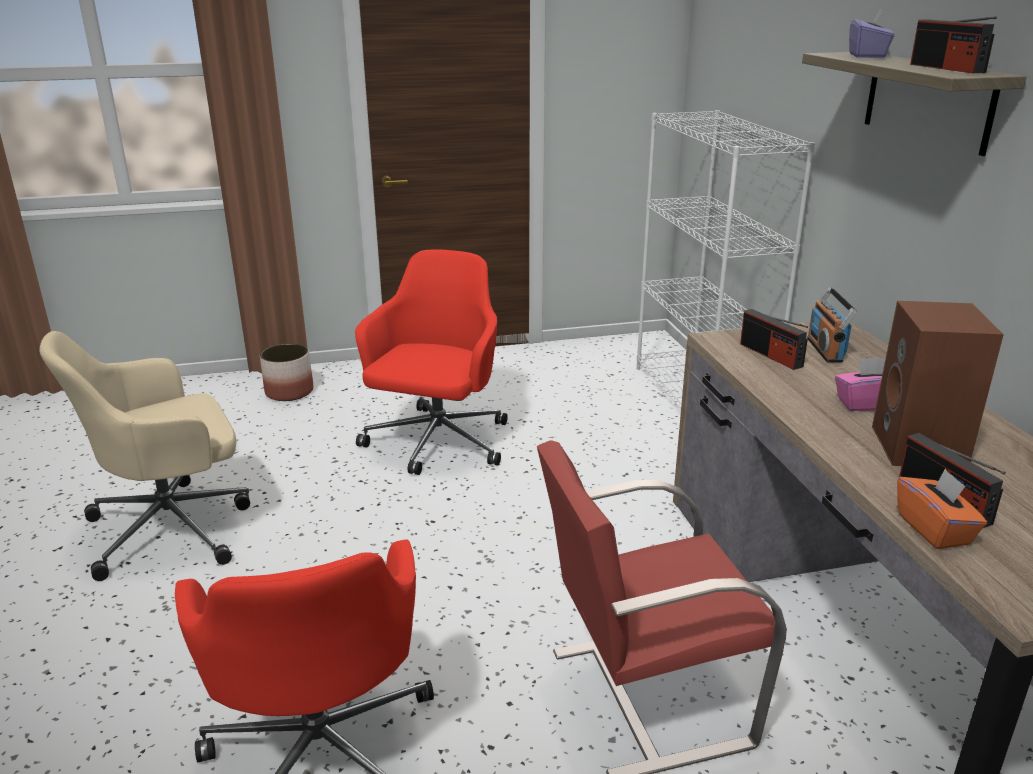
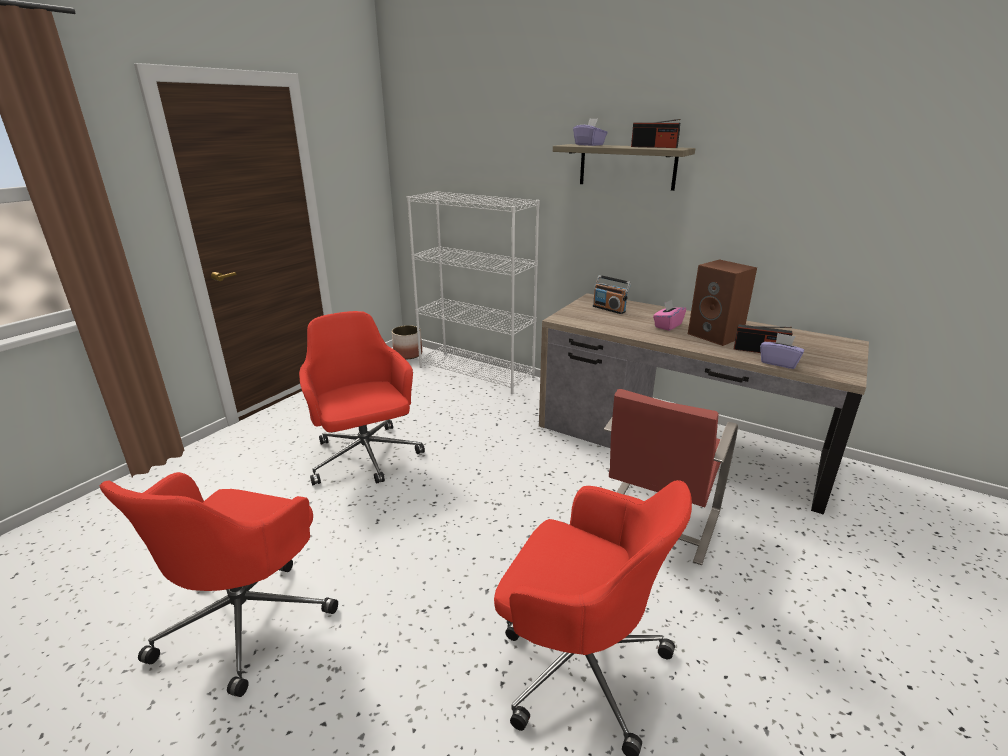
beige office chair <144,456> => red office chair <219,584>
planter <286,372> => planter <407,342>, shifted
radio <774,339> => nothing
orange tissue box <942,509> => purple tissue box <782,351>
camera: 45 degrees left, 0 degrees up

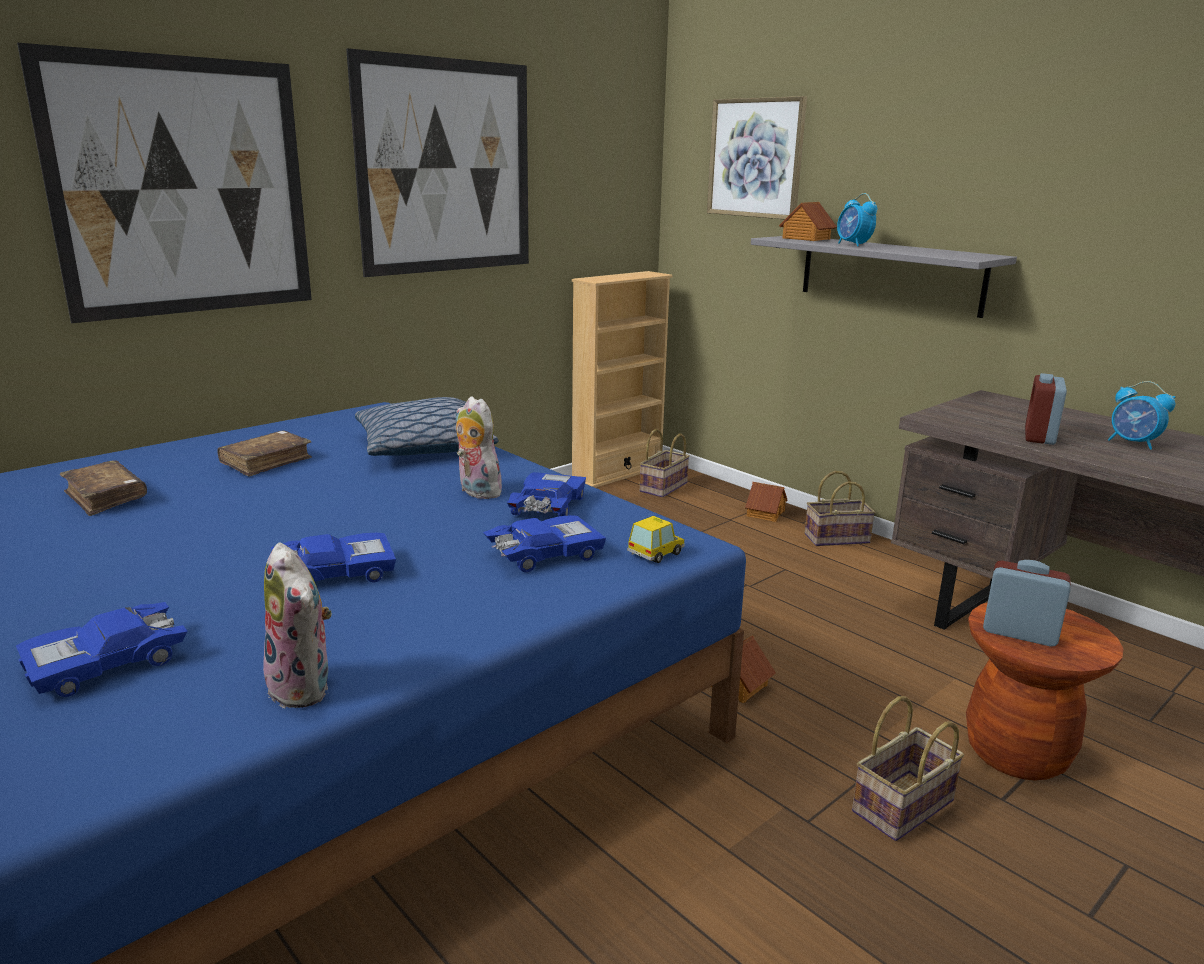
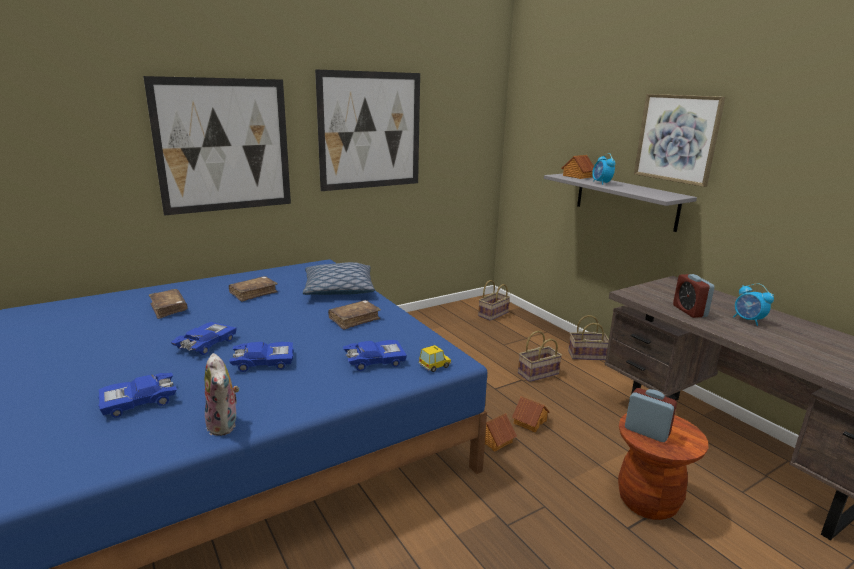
plush toy <480,447> => brown book <354,315>
blue toy car <546,494> => blue toy car <203,338>, shifted
beige bookcase <622,379> => nothing
picture <757,157> => picture <679,140>, shifted
toy house <766,502> => toy house <530,414>, shifted
basket <908,768> => basket <540,356>, shifted
alarm clock <1046,409> => alarm clock <694,296>, 45 degrees counterclockwise
camera: 10 degrees right, 0 degrees up

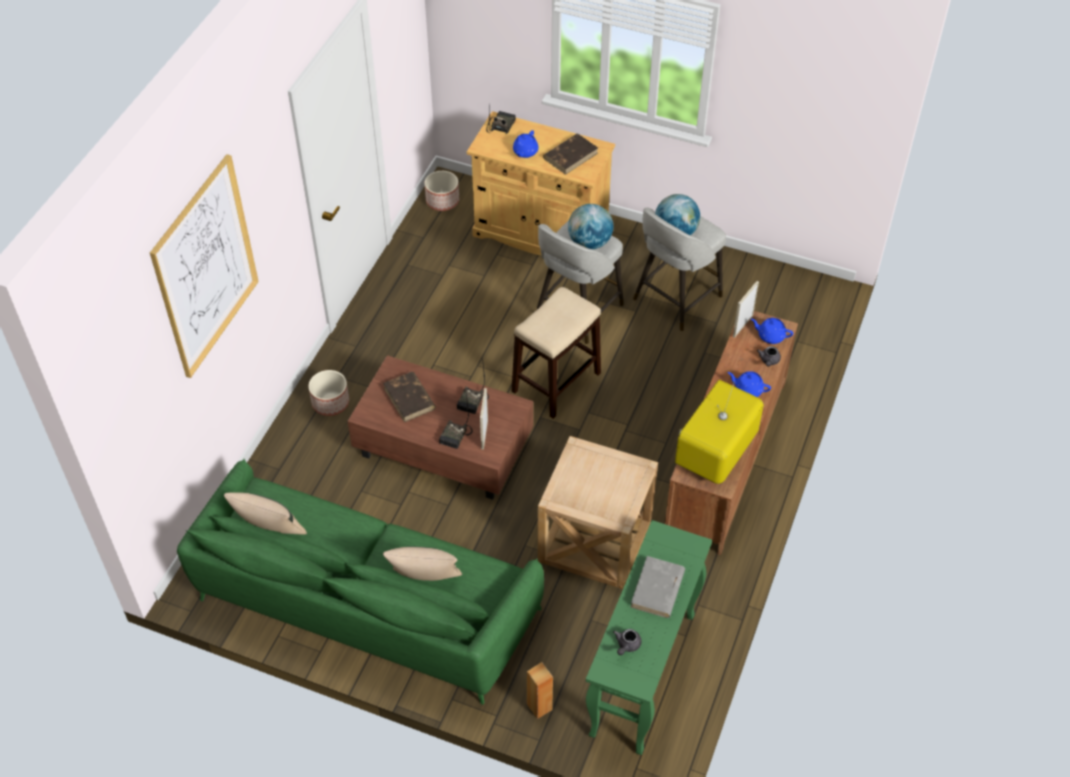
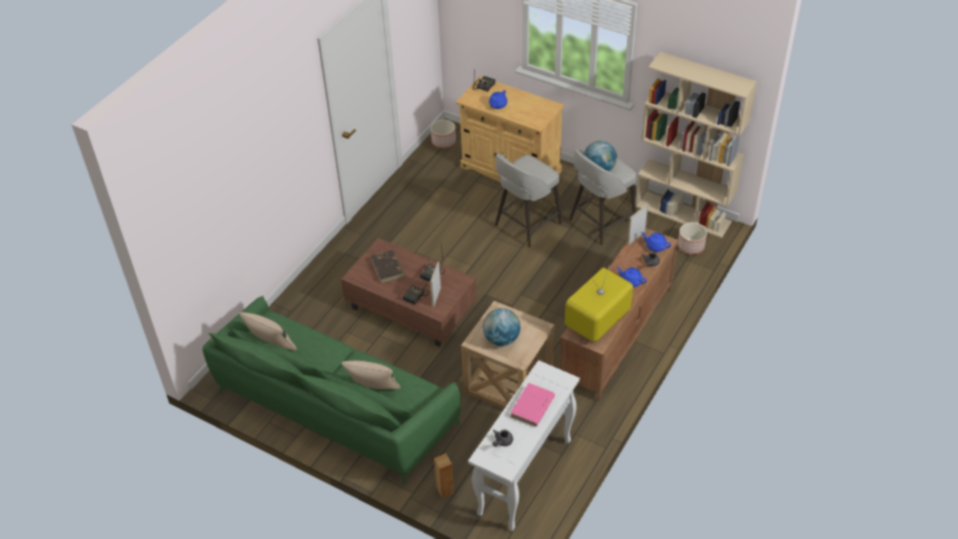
picture <204,266> => nothing
planter <328,393> => planter <692,238>, shifted
stool <556,353> => nothing
brown book <570,154> => nothing
globe <591,226> => globe <501,327>, shifted
green console table <649,637> => white console table <524,446>
grey book <657,587> => pink book <532,405>
nothing => beige bookcase <696,145>
camera: 10 degrees right, 5 degrees down

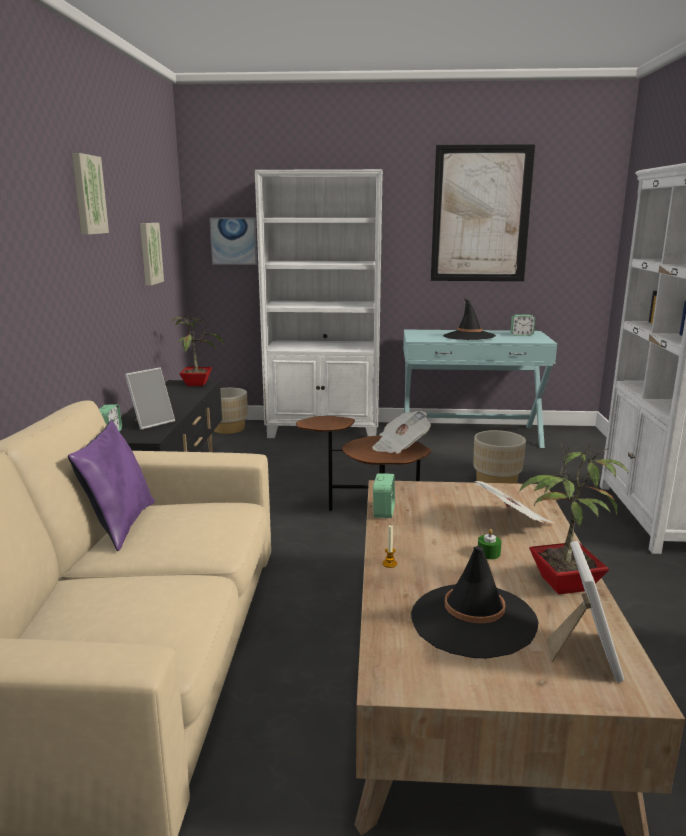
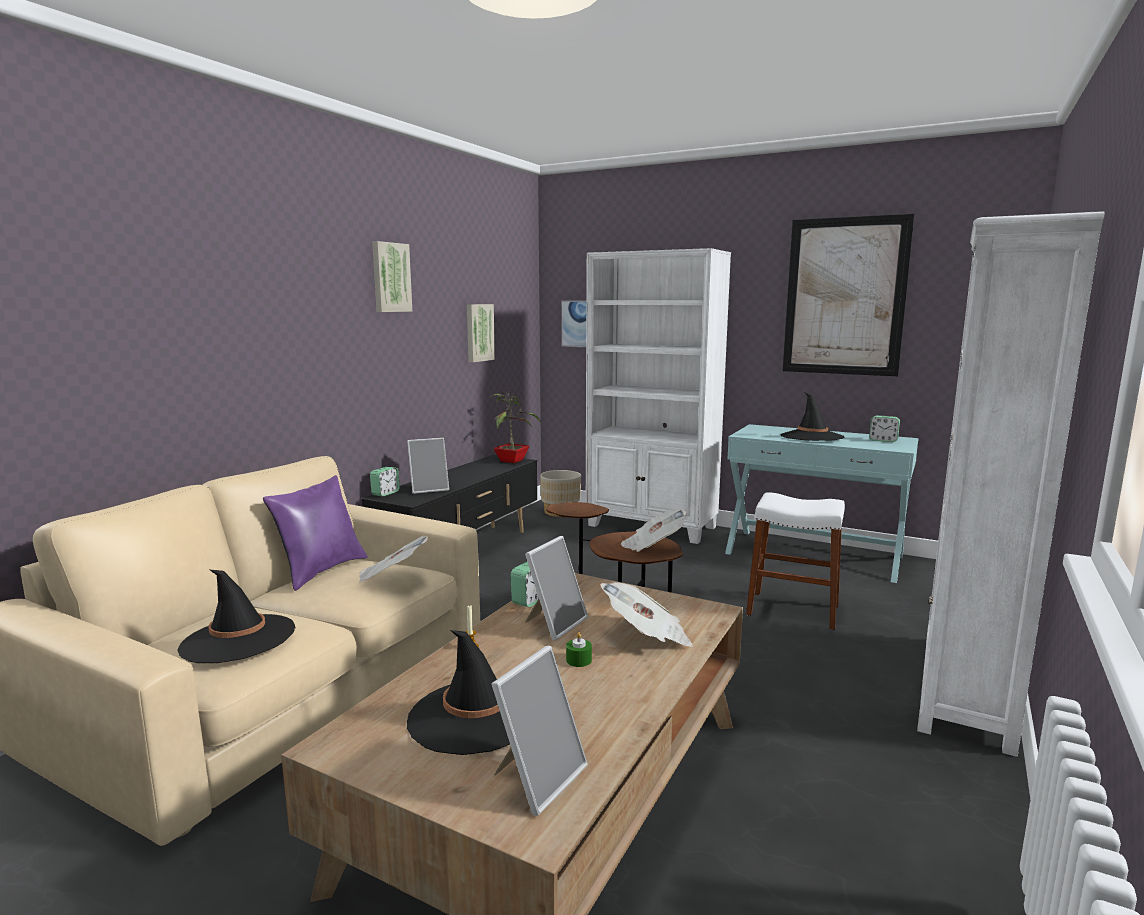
beige planter <500,457> => white stool <795,561>
potted plant <573,517> => nothing
nothing => black hat <236,616>
nothing => newspaper <393,559>
nothing => picture frame <556,588>
camera: 25 degrees right, 5 degrees down

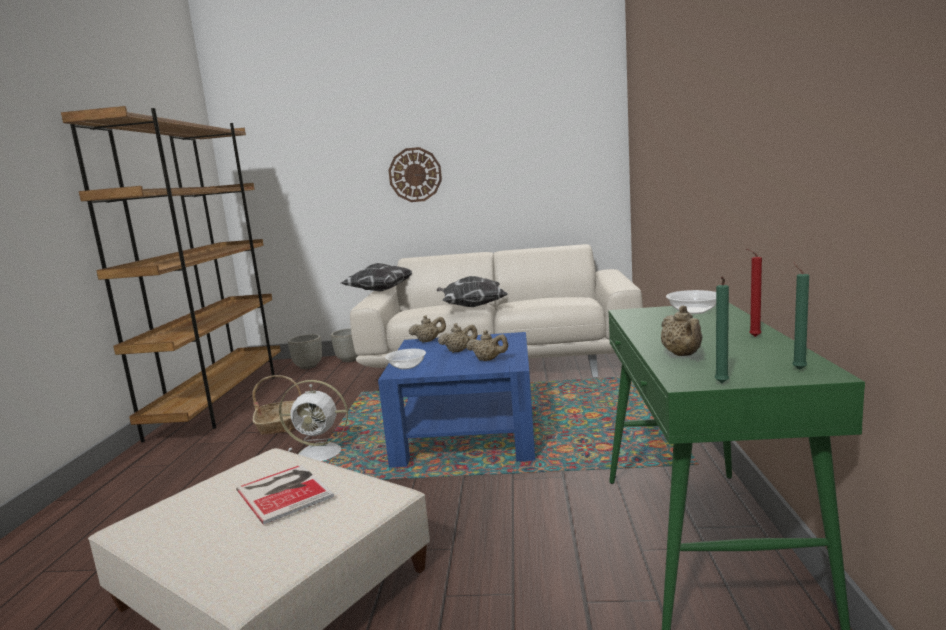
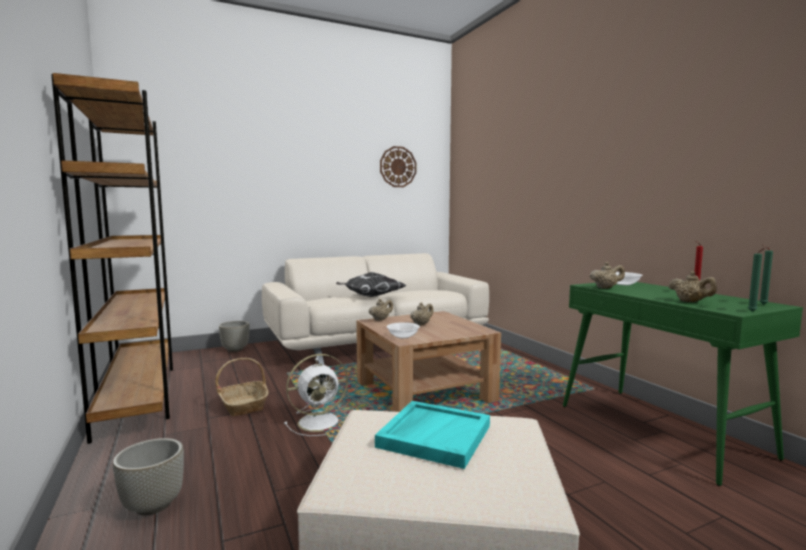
book <285,494> => turquoise tray <432,435>
grey planter <305,351> => grey planter <148,477>, shifted
pillow <376,277> => nothing
blue coffee table <456,400> => brown coffee table <428,361>
wall clock <415,174> => wall clock <398,166>, shifted
beige teapot <487,345> => beige teapot <607,275>, shifted
camera: 30 degrees left, 5 degrees down

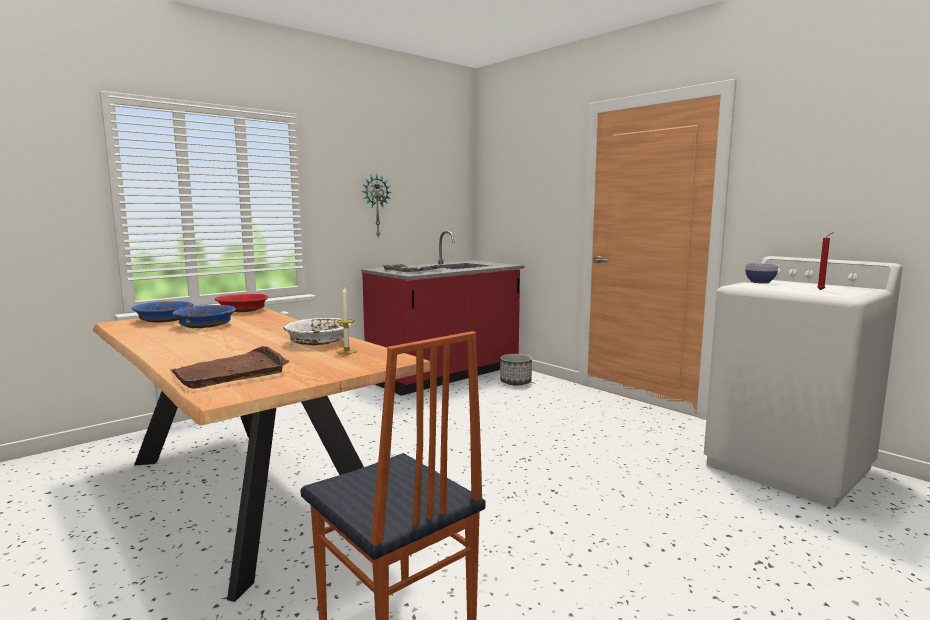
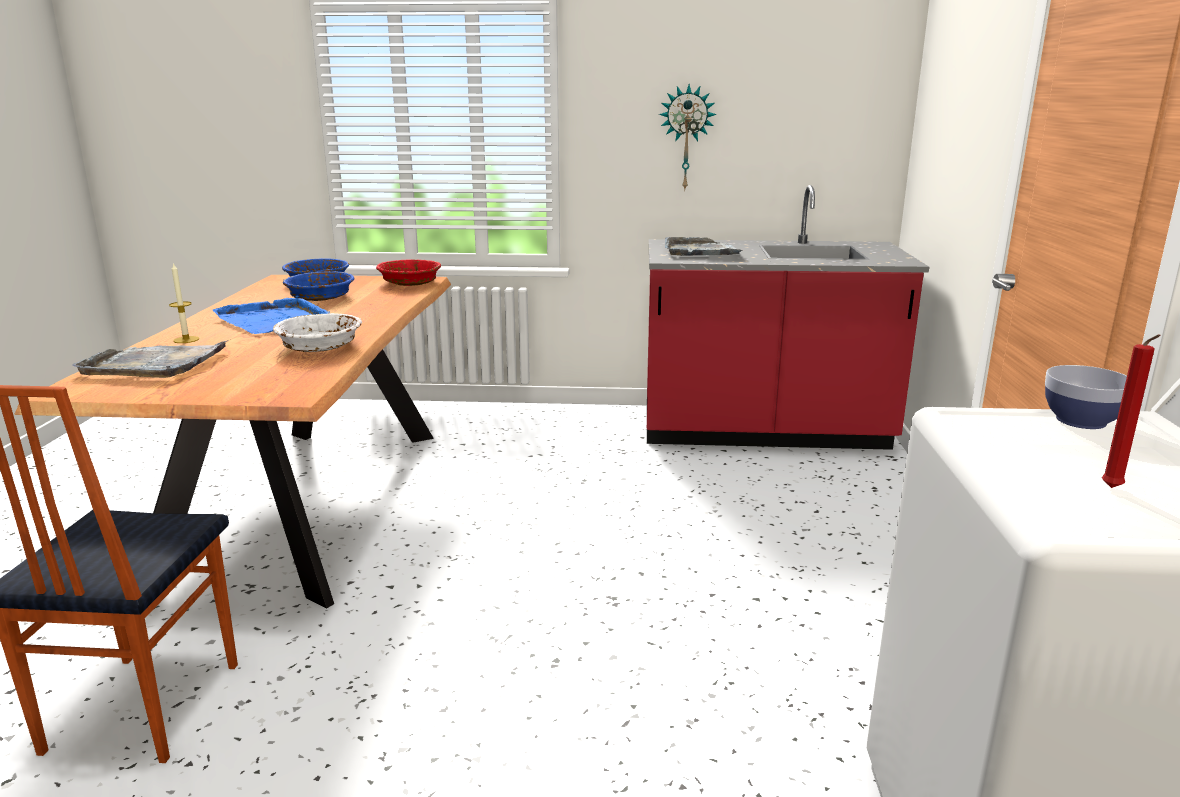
brown tray <230,367> => grey tray <150,359>
candle <347,320> => candle <184,302>, shifted
planter <516,370> => nothing
nothing => blue tray <271,315>
camera: 45 degrees right, 10 degrees up

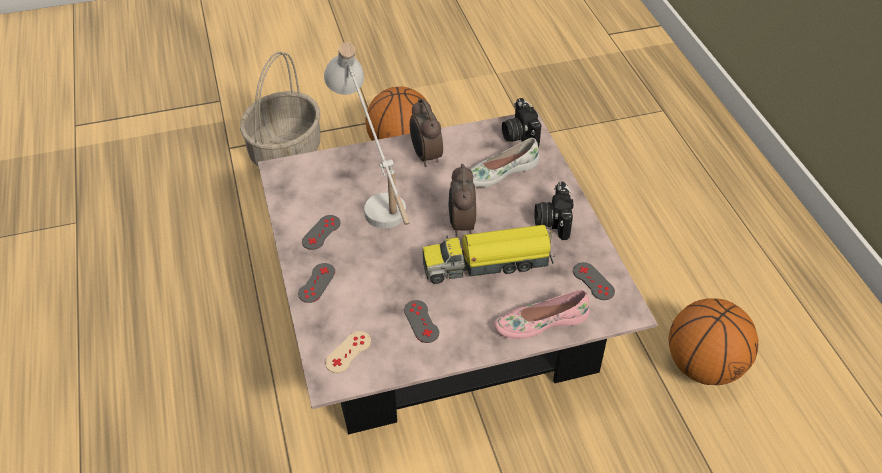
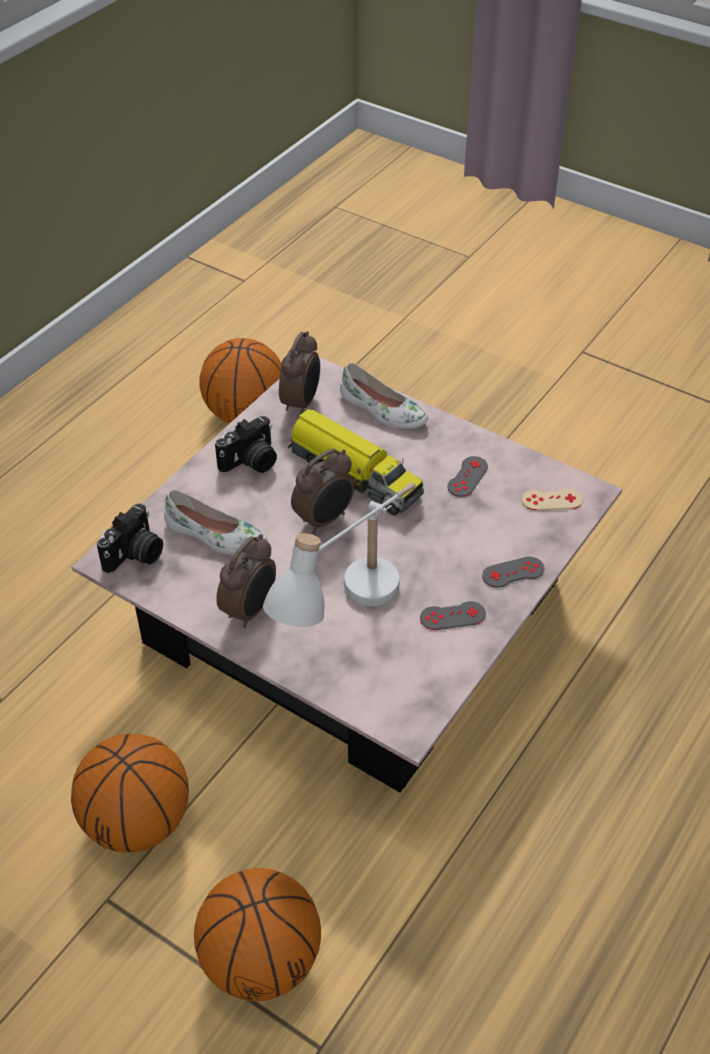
basket <280,109> => basketball <257,934>
pink shoe <542,314> => white shoe <384,396>
grey game controller <594,281> => alarm clock <299,372>
camera: 130 degrees left, 0 degrees up

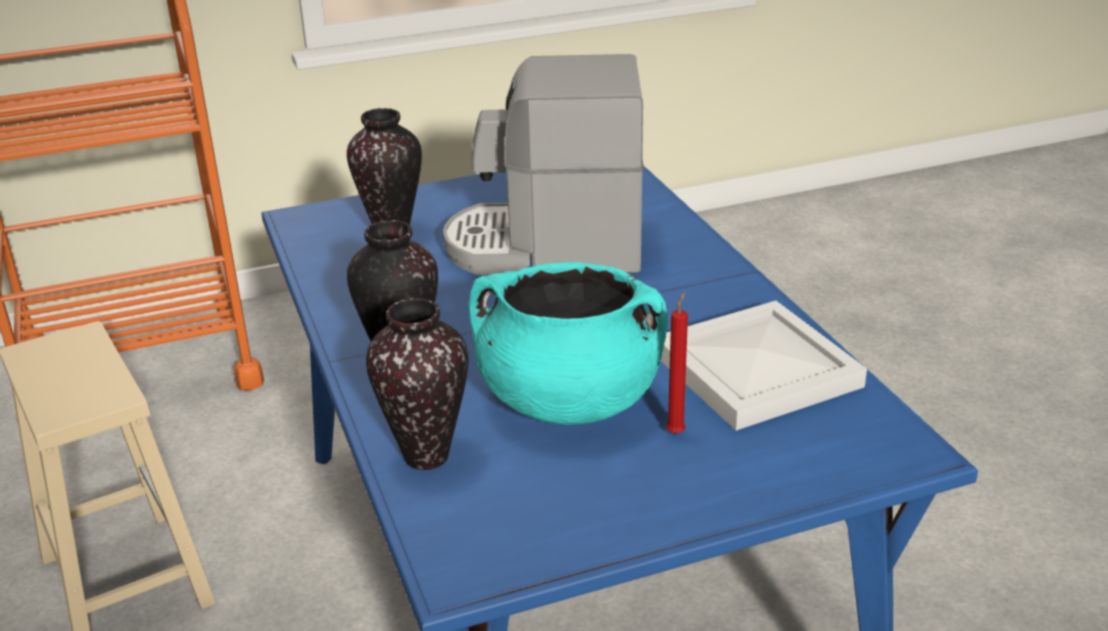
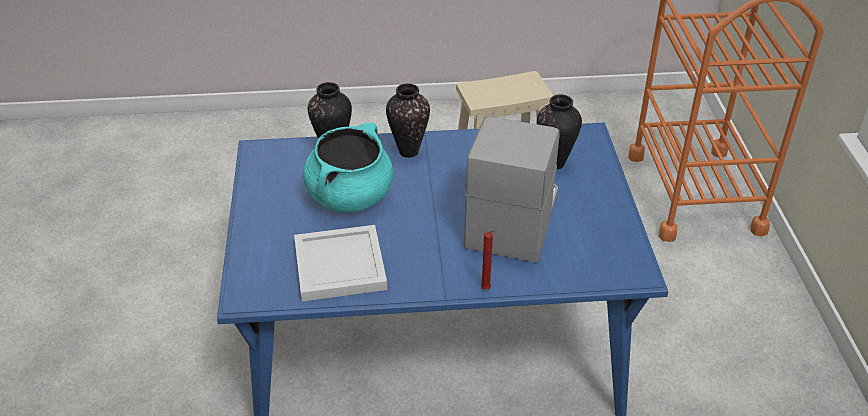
red candle <677,362> => red candle <489,259>, shifted
camera: 105 degrees right, 10 degrees up

